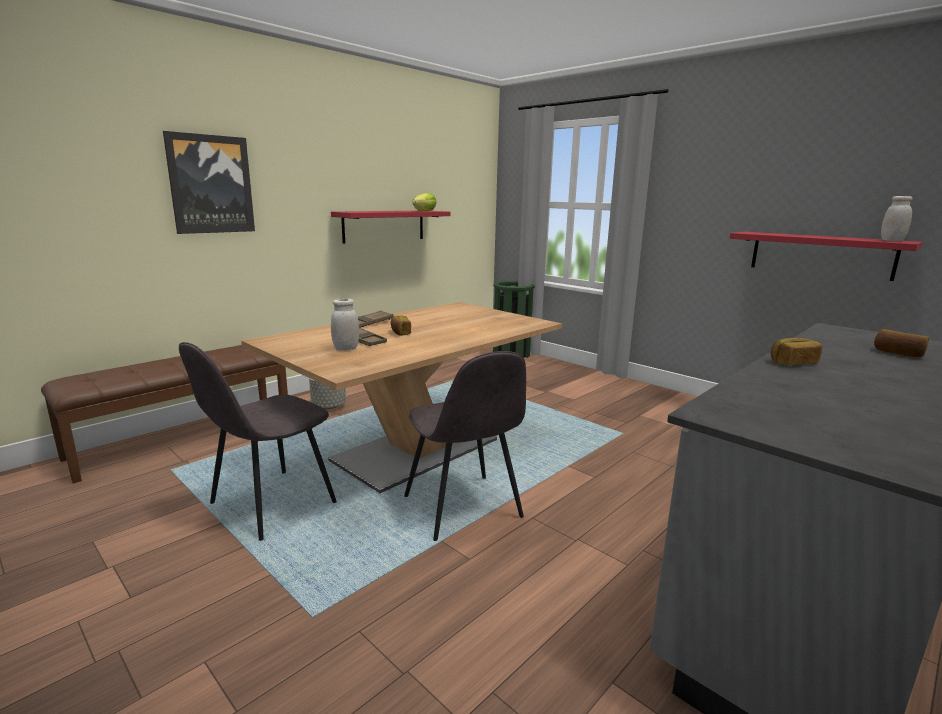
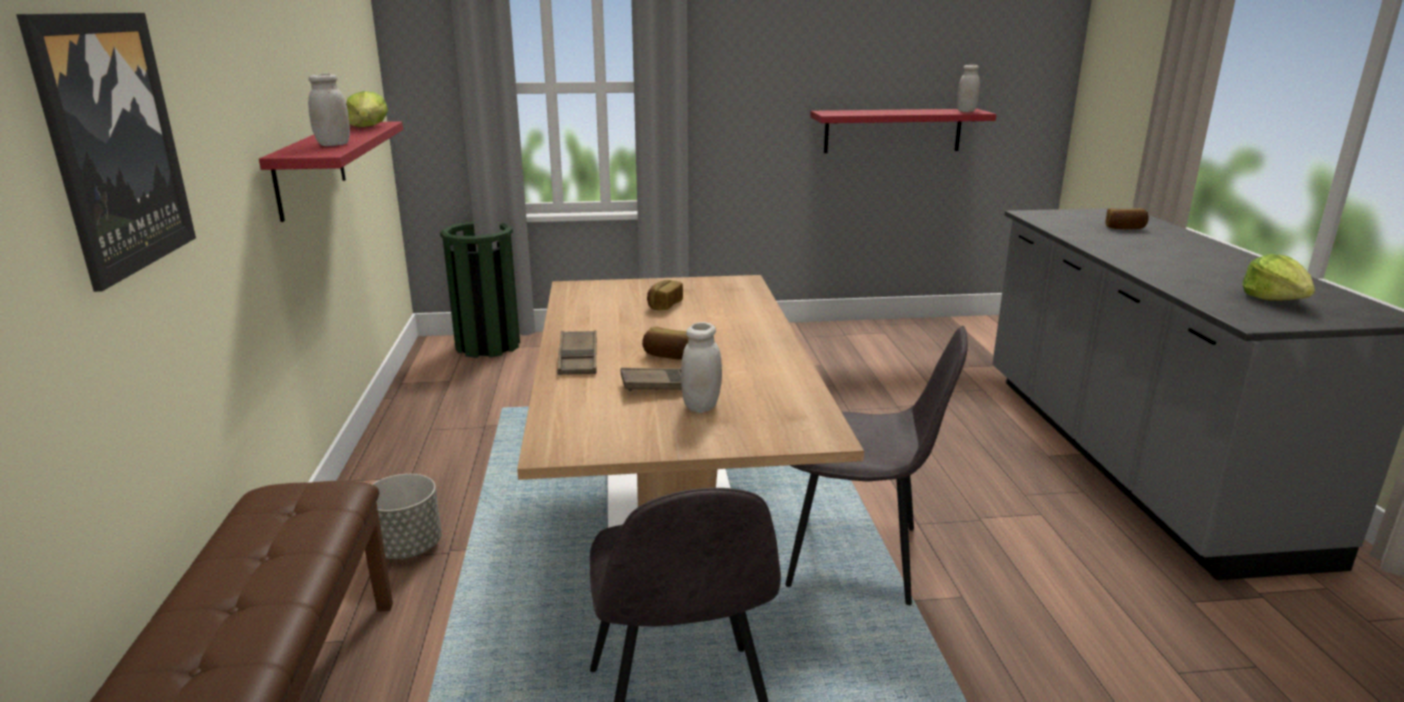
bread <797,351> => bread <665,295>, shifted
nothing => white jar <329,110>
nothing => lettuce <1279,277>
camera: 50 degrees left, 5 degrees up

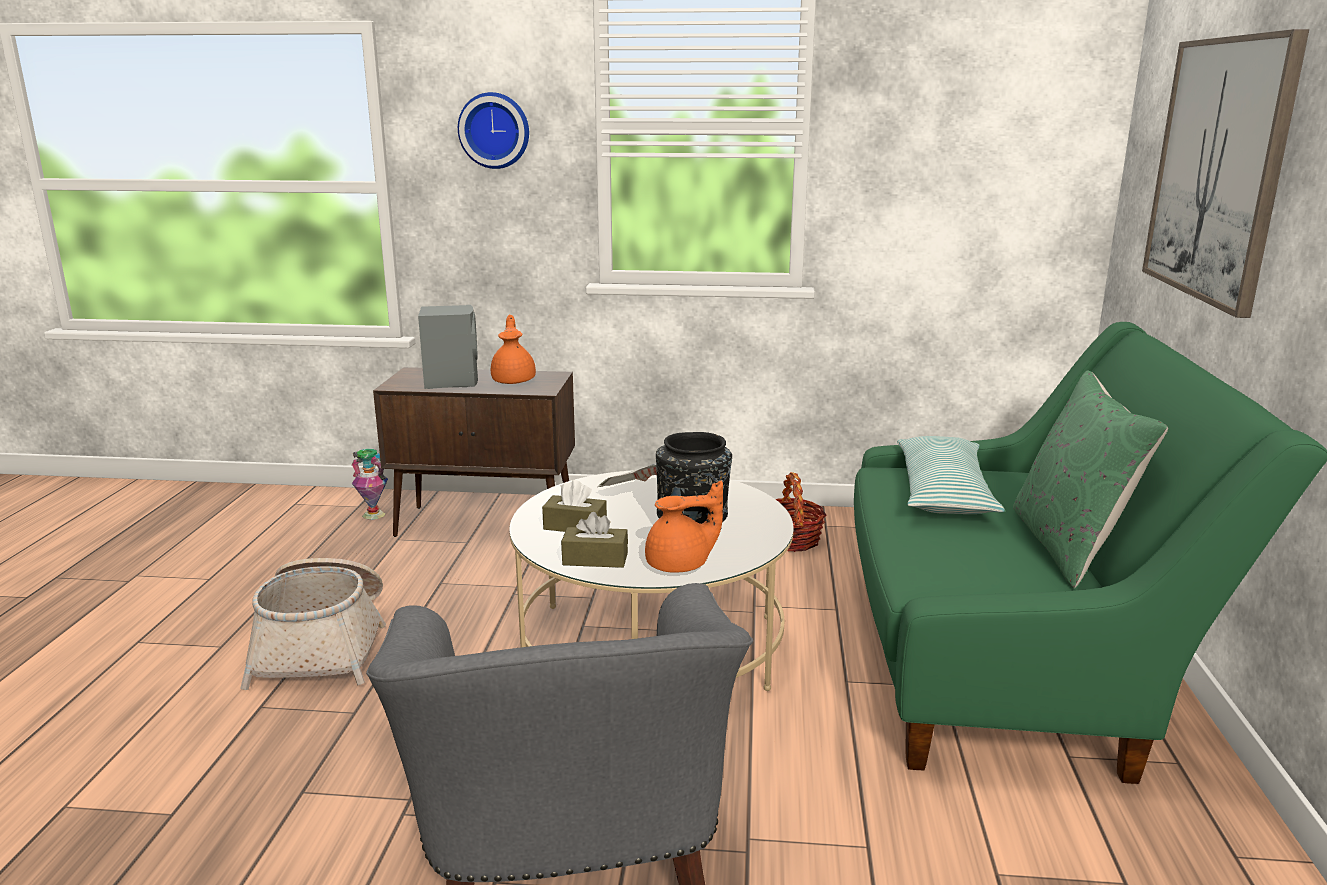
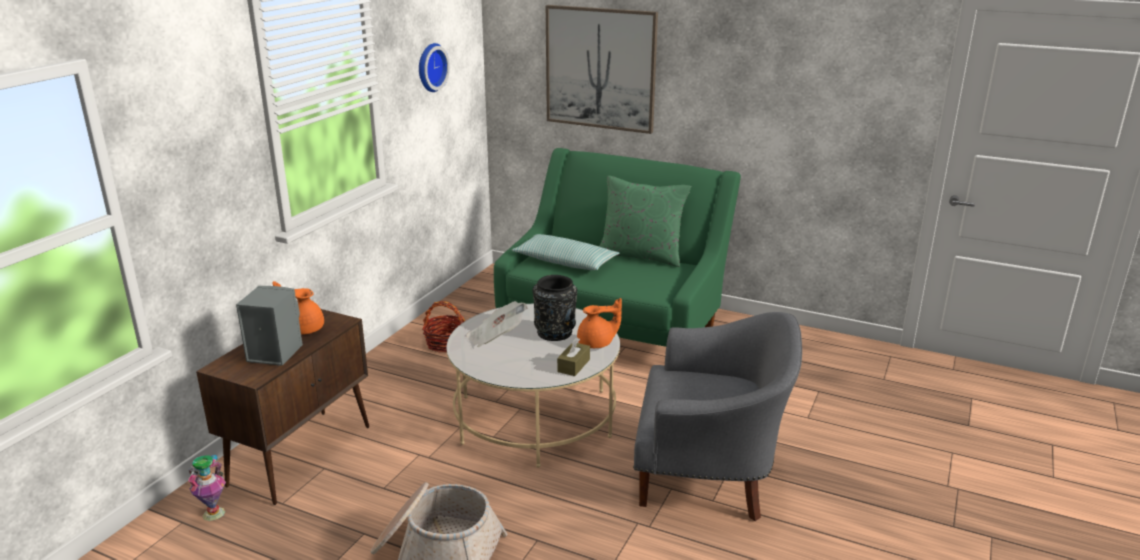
wall clock <493,130> => wall clock <434,67>, shifted
brown tissue box <574,506> => nothing
orange teapot <684,526> => orange teapot <599,323>, 75 degrees clockwise
camera: 70 degrees left, 5 degrees up

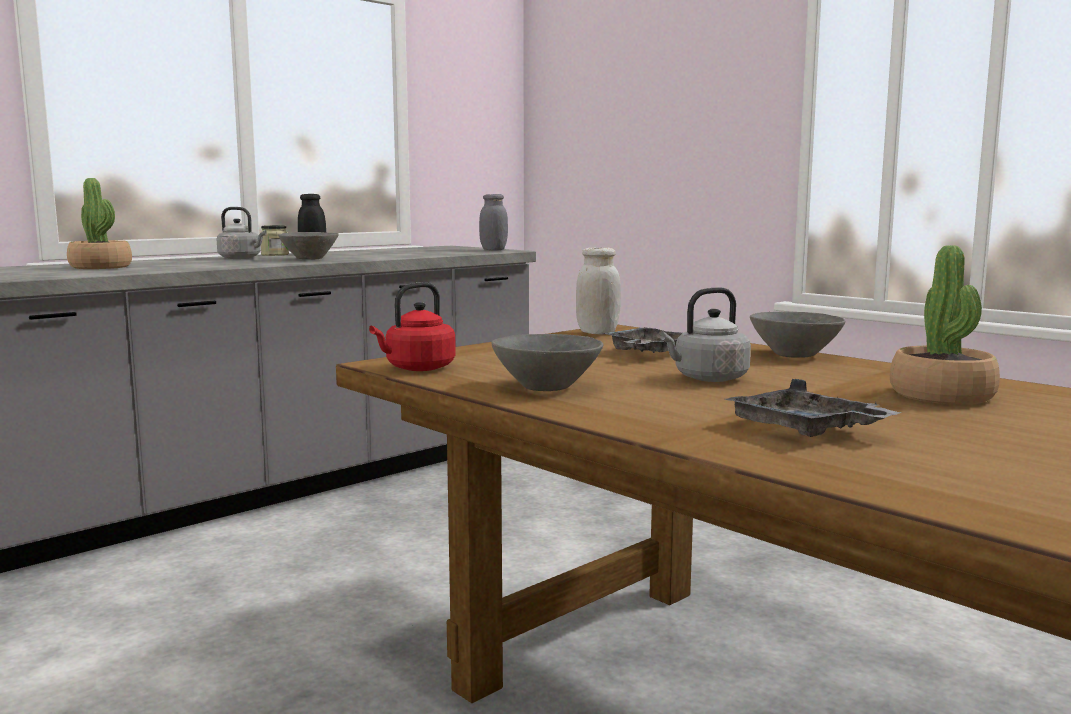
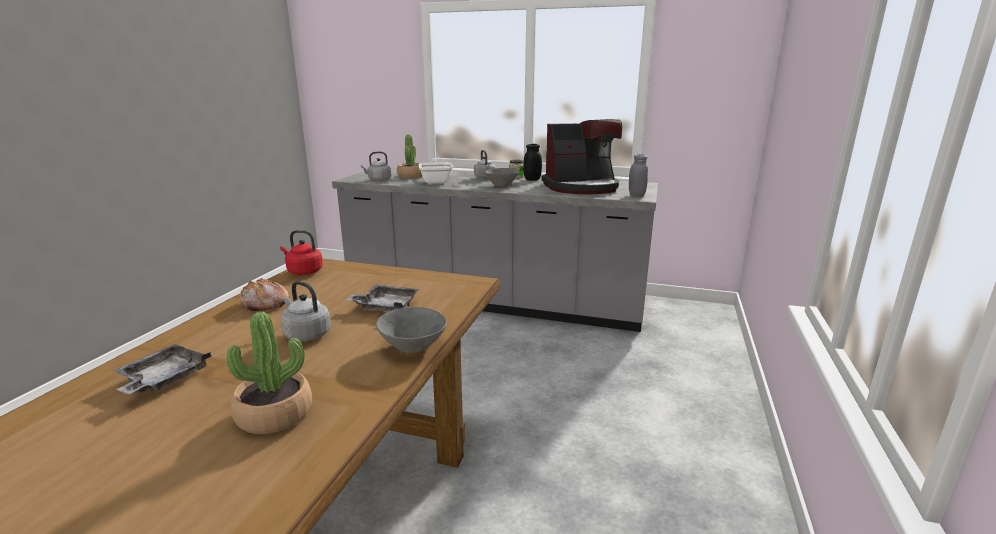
grey bowl <547,362> => bread <264,294>
white jar <598,290> => nothing
nothing => grey kettle <376,166>
nothing => frying pan <436,171>
nothing => coffee machine <582,156>
camera: 60 degrees right, 10 degrees up

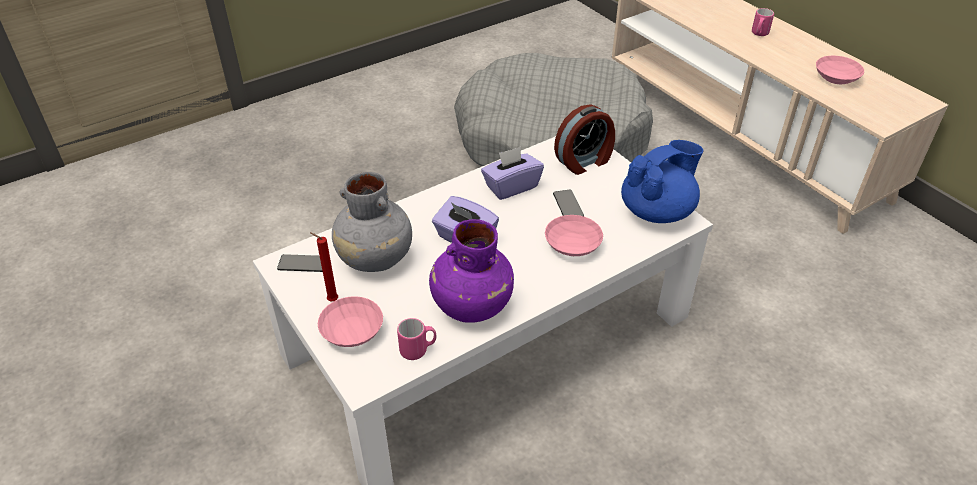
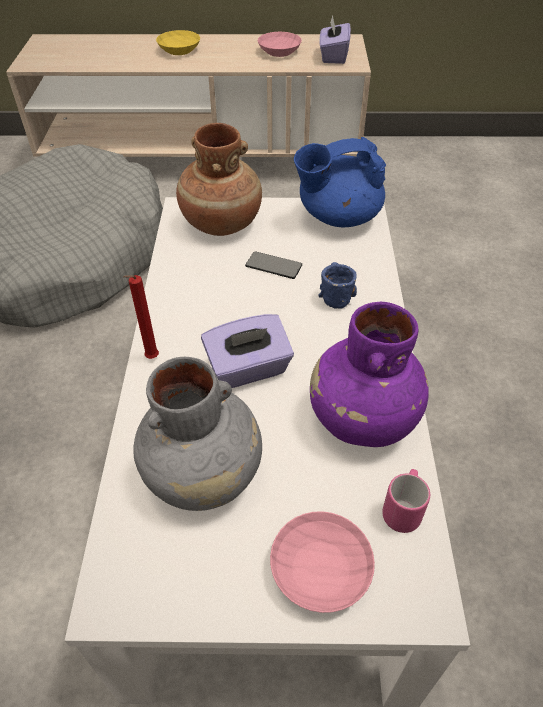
phone <300,263> => nothing
red candle <324,267> => red candle <141,317>, shifted
purple tissue box <512,173> => purple tissue box <335,39>, shifted
pink bowl <574,235> => blue mug <337,285>
alarm clock <584,139> => brown vase <219,179>
blue teapot <662,181> => blue teapot <340,182>, 105 degrees counterclockwise
pink mug <763,22> => yellow bowl <178,42>
camera: 55 degrees left, 5 degrees up

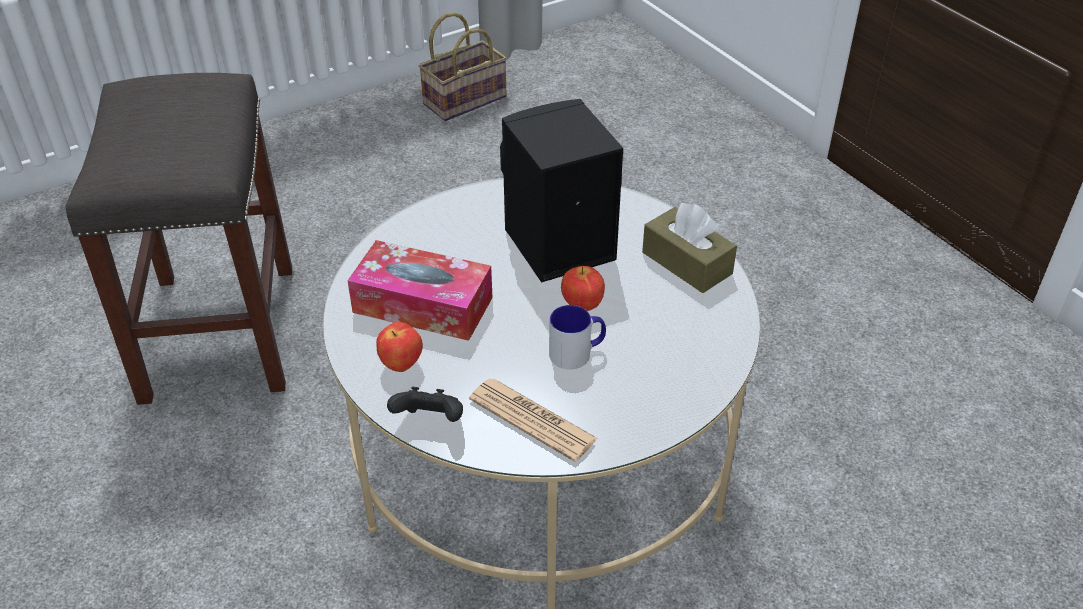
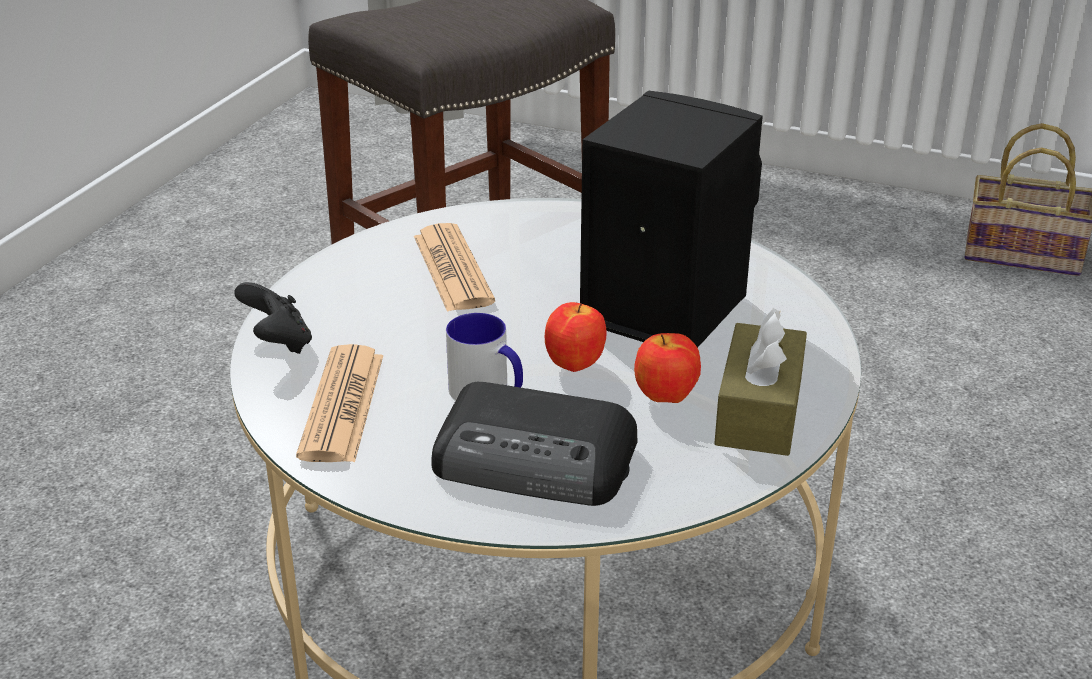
tissue box <420,290> => newspaper <454,267>
apple <399,347> => apple <667,368>, shifted
nothing => radio <534,444>
camera: 55 degrees right, 10 degrees down

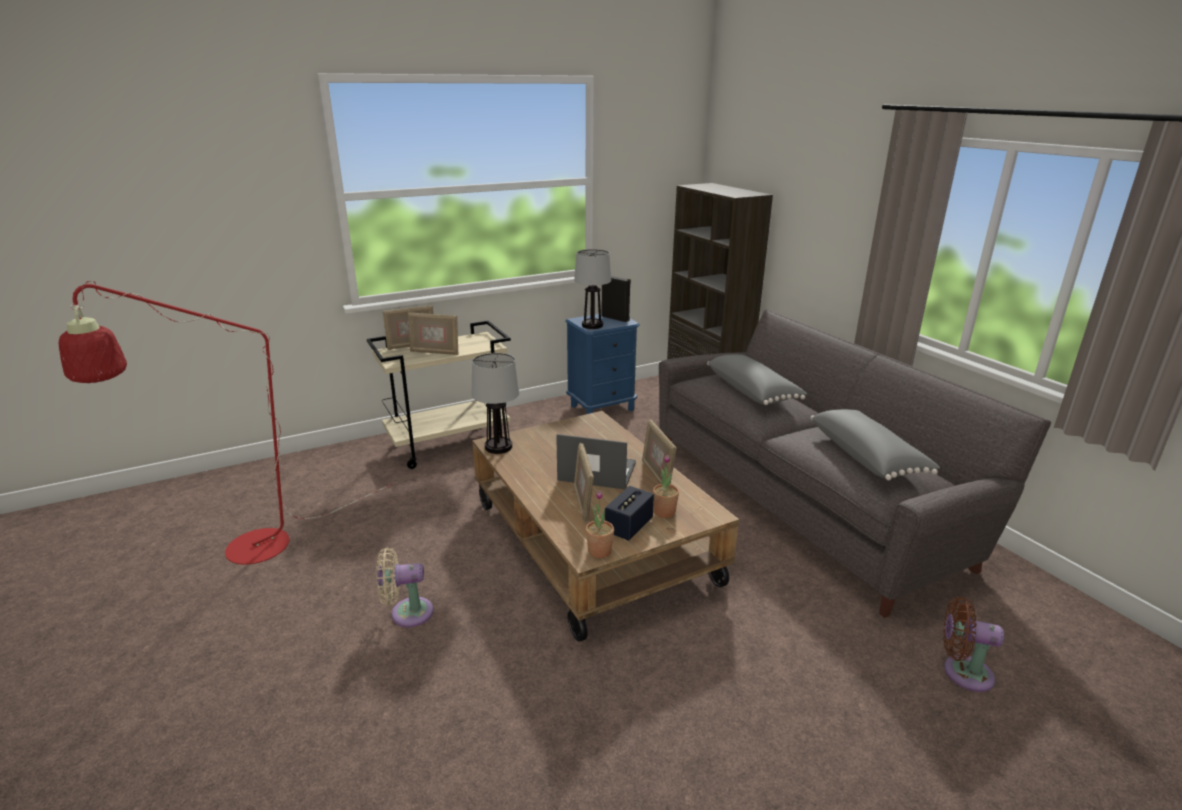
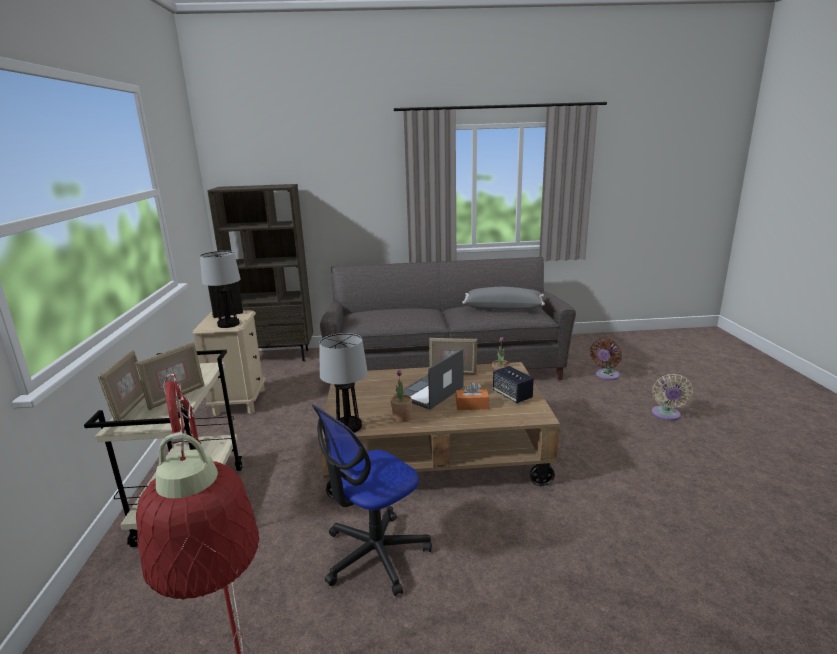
beige fan <404,587> => beige fan <672,397>, shifted
blue nightstand <602,364> => beige nightstand <229,363>
picture frame <584,483> => orange tissue box <472,396>
potted plant <600,524> => potted plant <401,396>, shifted
grey pillow <757,379> => nothing
nothing => office chair <372,500>
camera: 65 degrees left, 5 degrees down

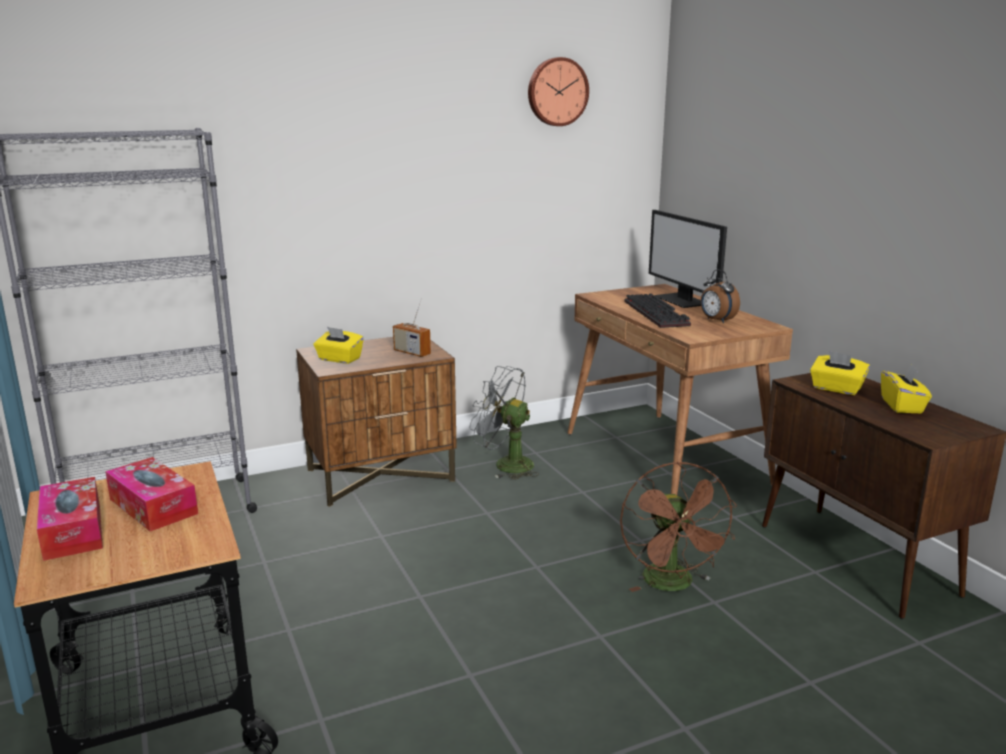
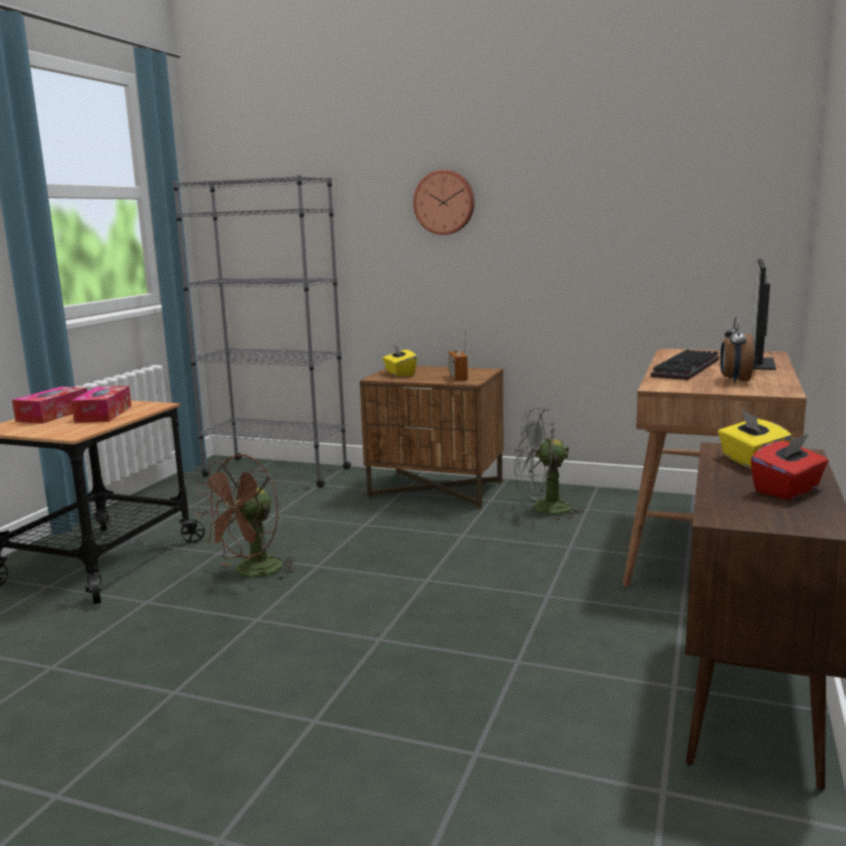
grey fan <504,423> => grey fan <549,464>, 75 degrees counterclockwise
wall clock <558,91> => wall clock <444,202>, shifted
brown fan <678,527> => brown fan <246,516>, shifted
yellow tissue box <906,388> => red tissue box <790,467>
camera: 45 degrees right, 5 degrees down

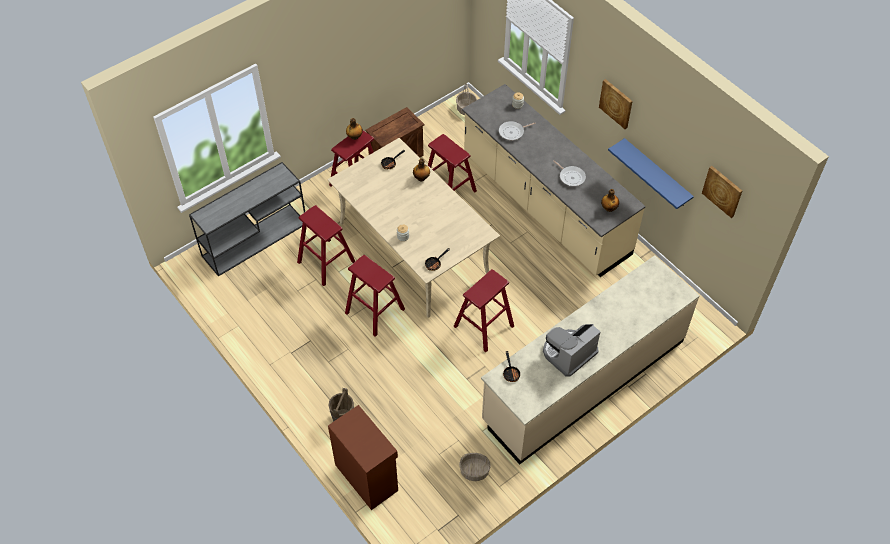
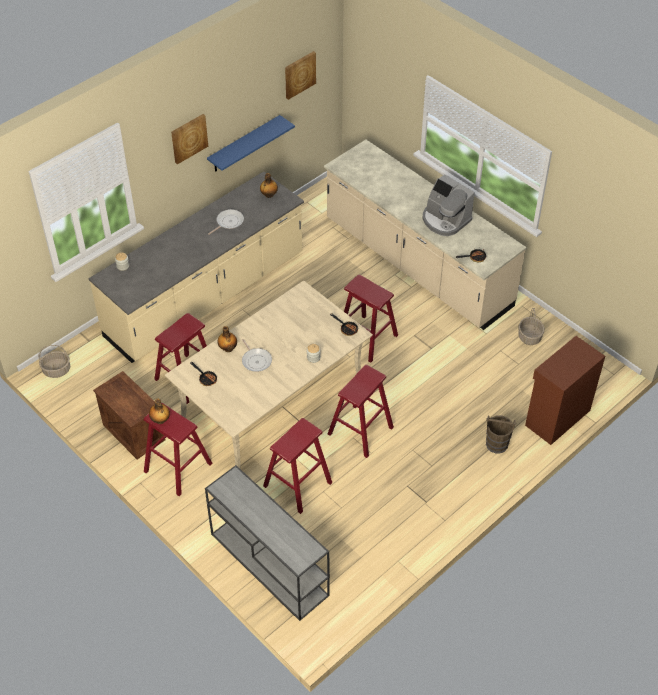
frying pan <517,130> => frying pan <257,355>, shifted
camera: 95 degrees left, 5 degrees down

